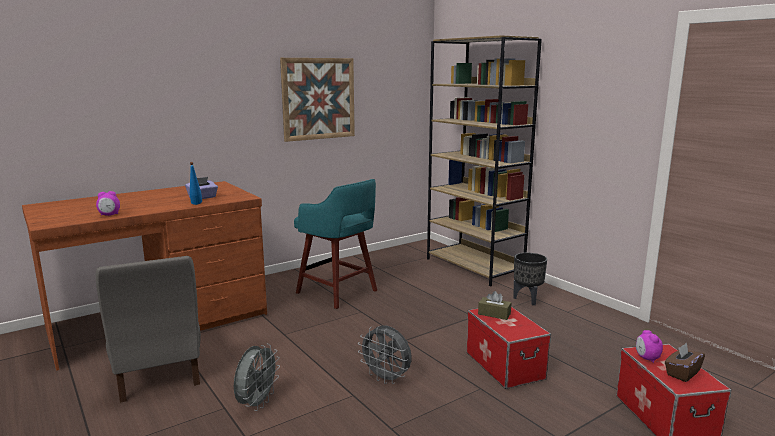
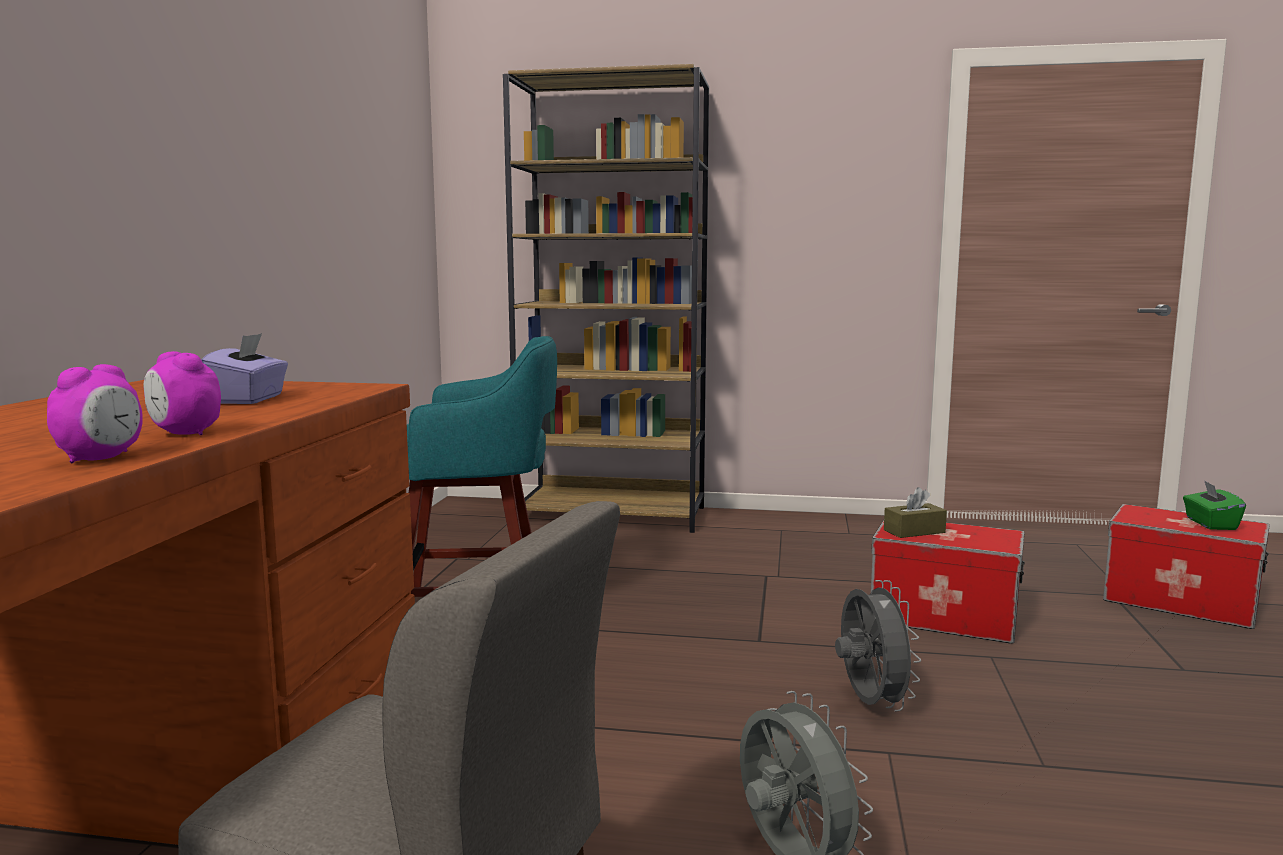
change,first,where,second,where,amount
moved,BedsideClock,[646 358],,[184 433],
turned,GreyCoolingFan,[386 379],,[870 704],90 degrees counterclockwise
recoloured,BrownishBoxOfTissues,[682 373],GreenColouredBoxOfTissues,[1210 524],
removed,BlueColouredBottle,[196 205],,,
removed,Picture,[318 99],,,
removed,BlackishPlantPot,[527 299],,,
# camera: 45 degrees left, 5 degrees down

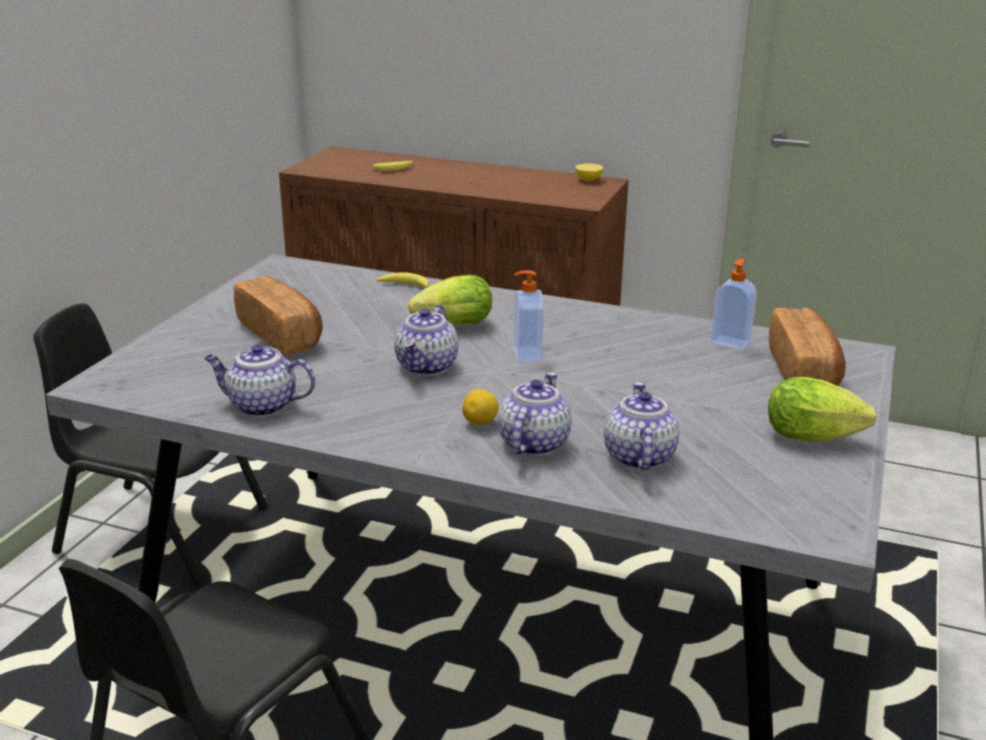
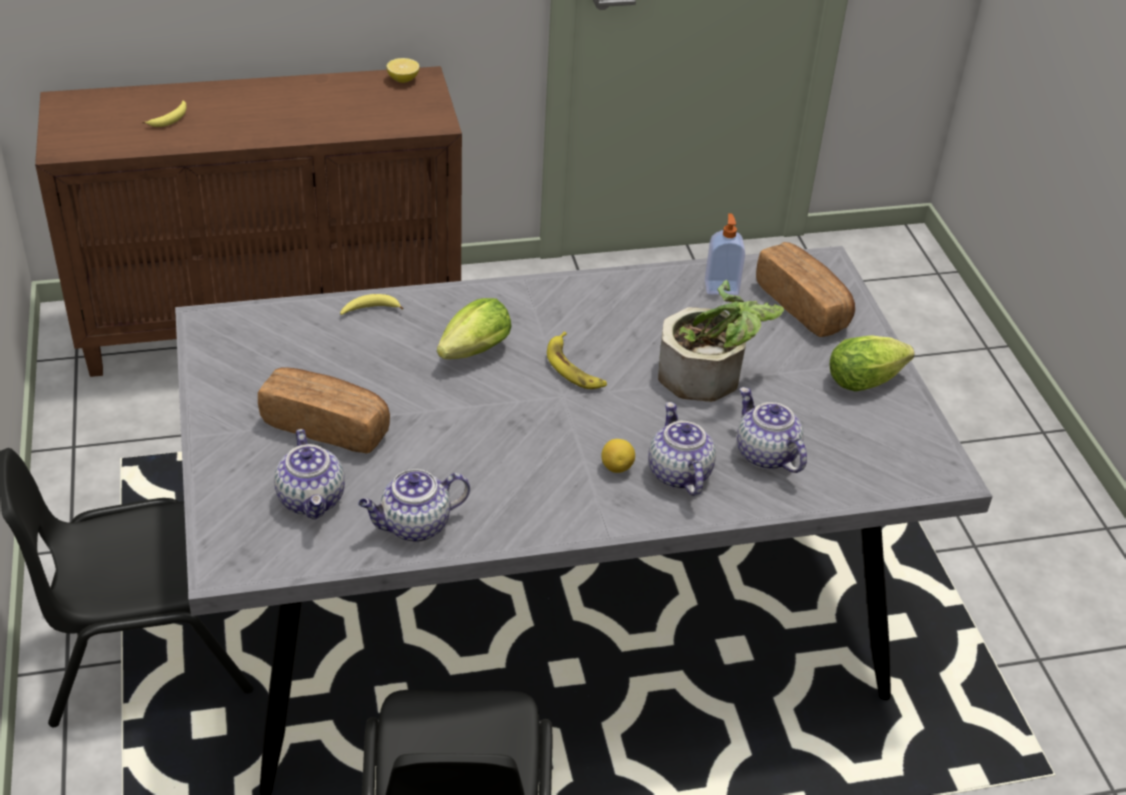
change,first,where,second,where,amount
moved,Teapot,[427 367],,[312 499],
replaced,SoapDispenser,[526 355],WholeBanana,[574 368],
added,,,Houseplant,[711 374],
# camera: 35 degrees left, 15 degrees up

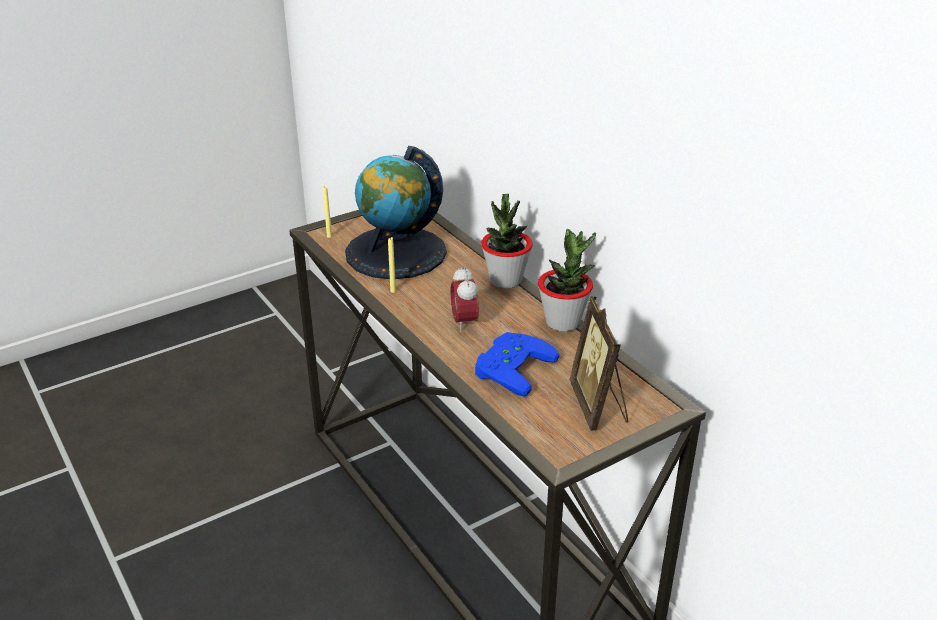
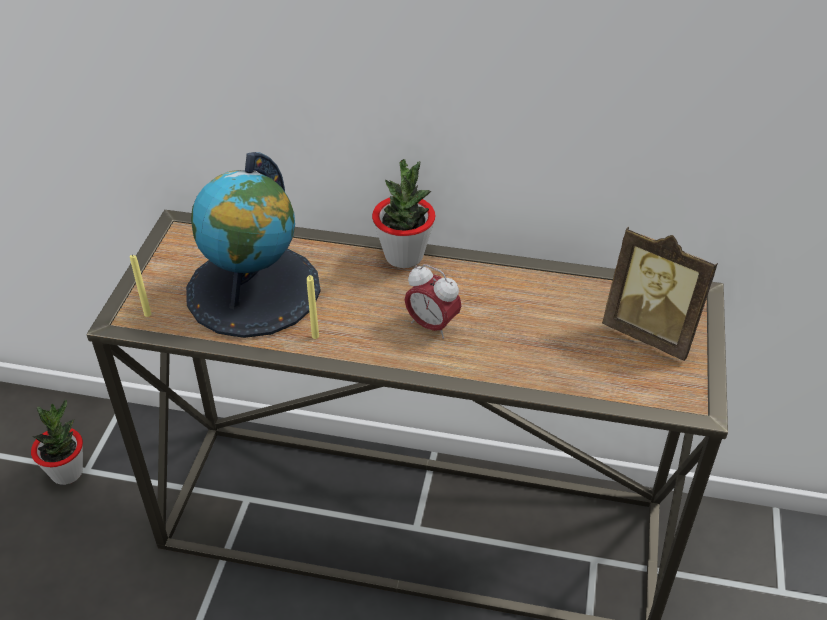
change,first,where,second,where,amount
moved,Houseplant,[563 322],,[67 472],
removed,BlueColouredGameController,[510 366],,,
# camera: 45 degrees left, 10 degrees up

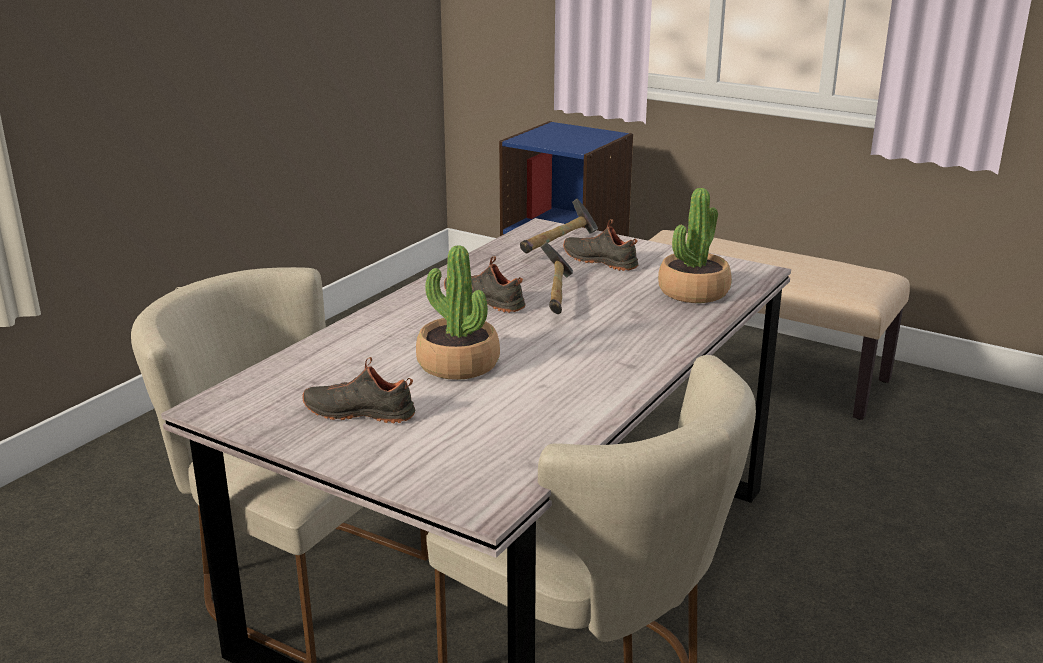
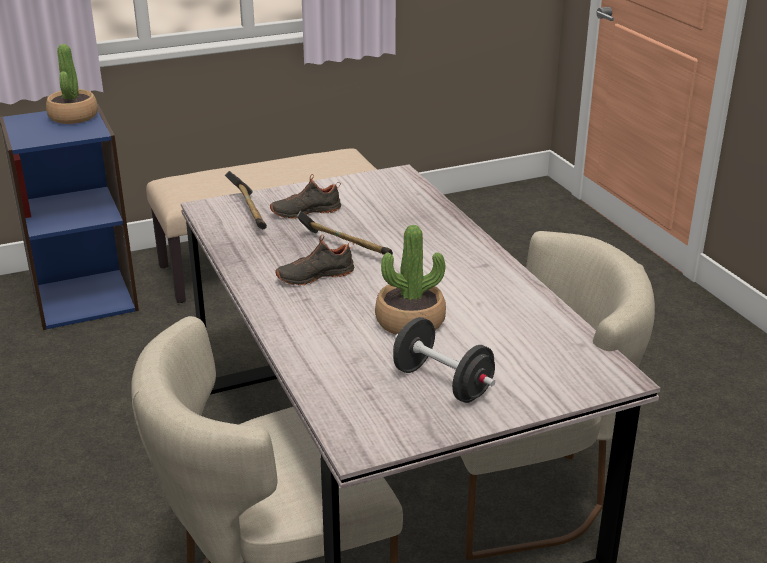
change,first,where,second,where,amount
moved,Houseplant,[693 292],,[73 117],
replaced,BlackishItemOfFootwear,[360 412],BlackishFreeWeight,[442 383],
# camera: 55 degrees left, 5 degrees up

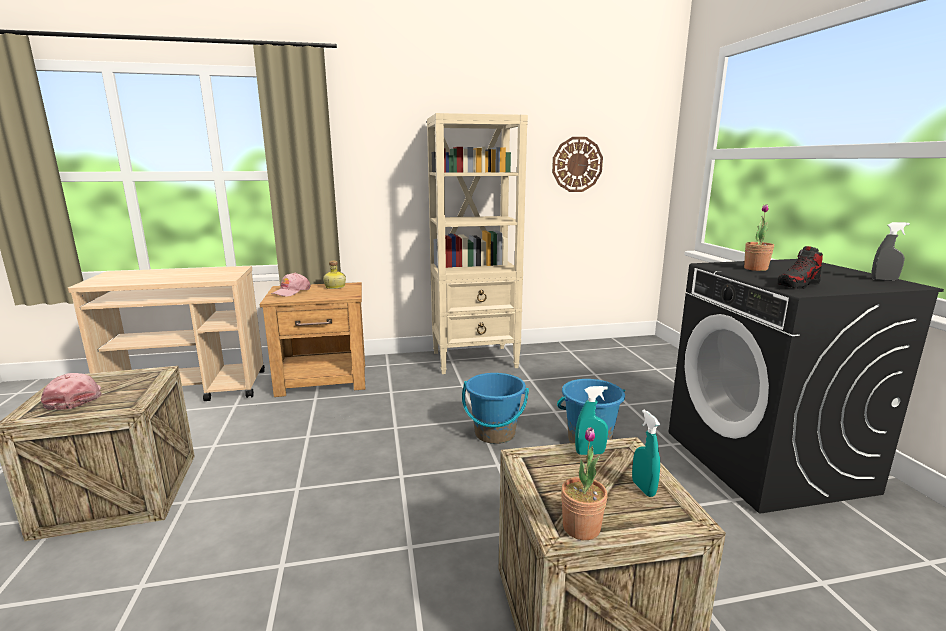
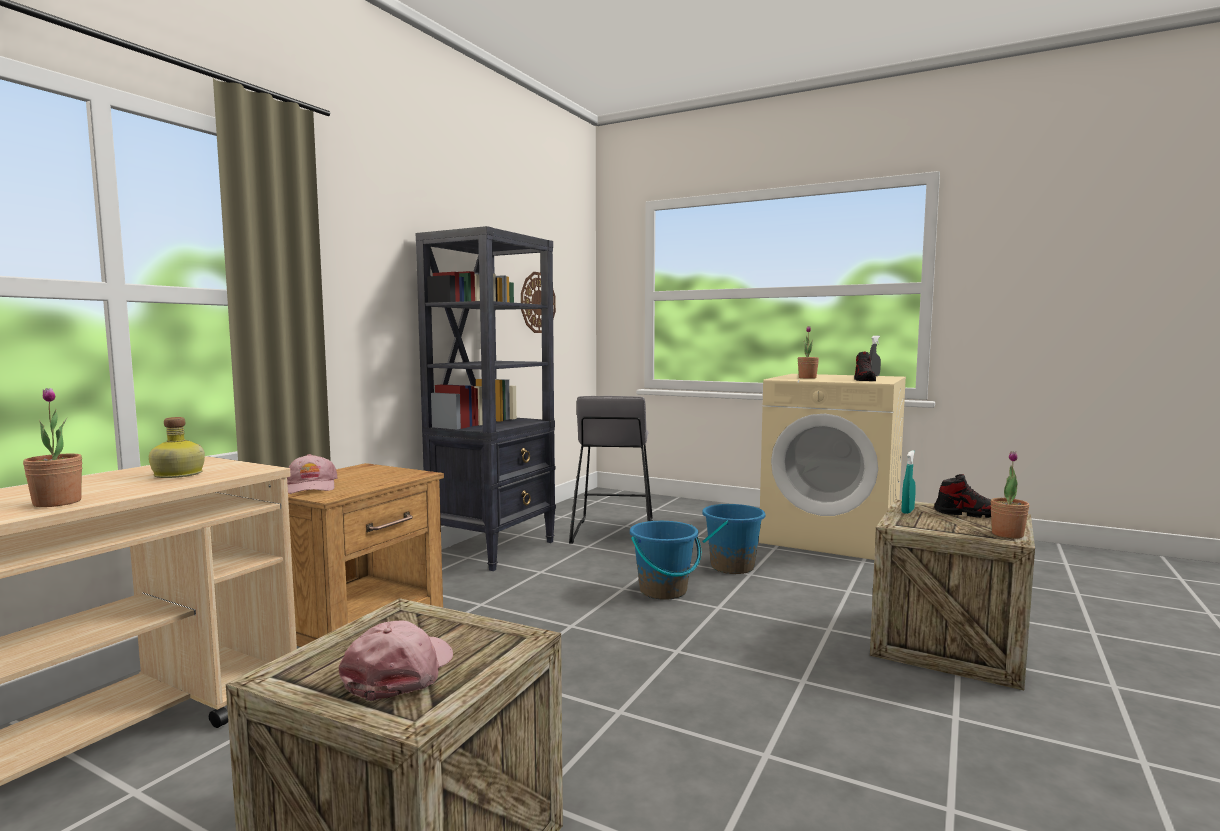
change,first,where,second,where,amount
added,,,Houseplant,[57 503],
moved,Bottle,[334 287],,[176 475],
turned,PinkishPeakedCap,[75 398],,[401 672],90 degrees clockwise
recoloured,BeigeBookshelf,[475 360],BlackishBookshelf,[494 549],
added,,,GreyStoolSeat,[613 533],
recoloured,BlackishLaundryMachine,[766 461],BeigeLaundryMachine,[831 537],
replaced,BlueGreenSprayBottle,[643 488],ItemOfFootwear,[968 513],
# camera: 50 degrees left, 10 degrees down

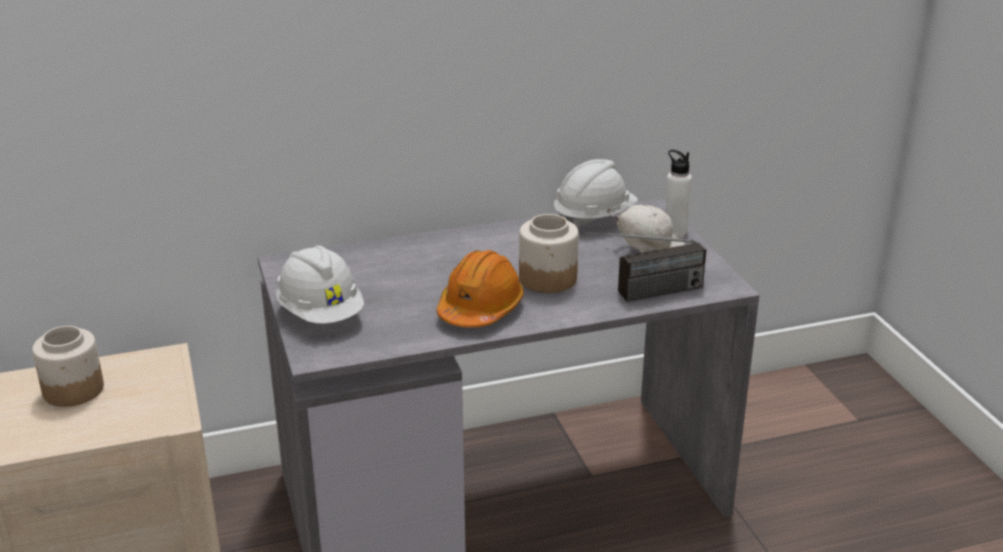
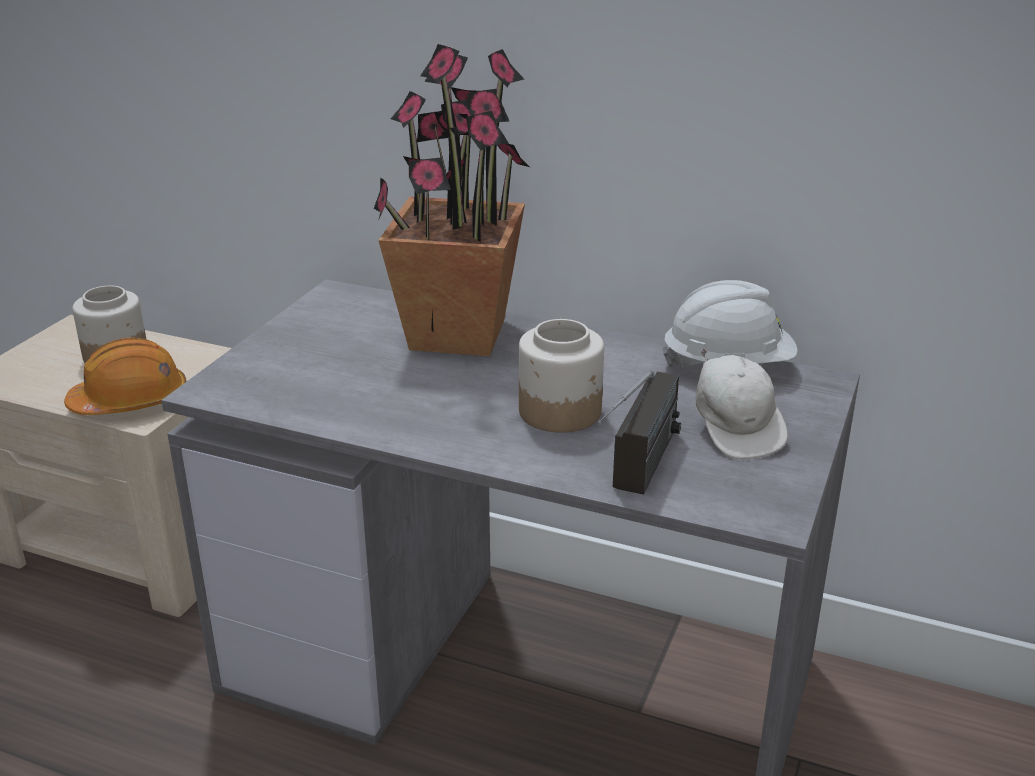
change,first,where,second,where,amount
moved,OrangeyWorkHelmet,[480 308],,[130 401],
added,,,Houseplant,[457 334],
turned,Radio,[640 295],,[639 477],90 degrees counterclockwise
removed,WhitishWorkHelmet,[321 314],,,
removed,WhitishBottle,[674 233],,,
# camera: 40 degrees right, 0 degrees up

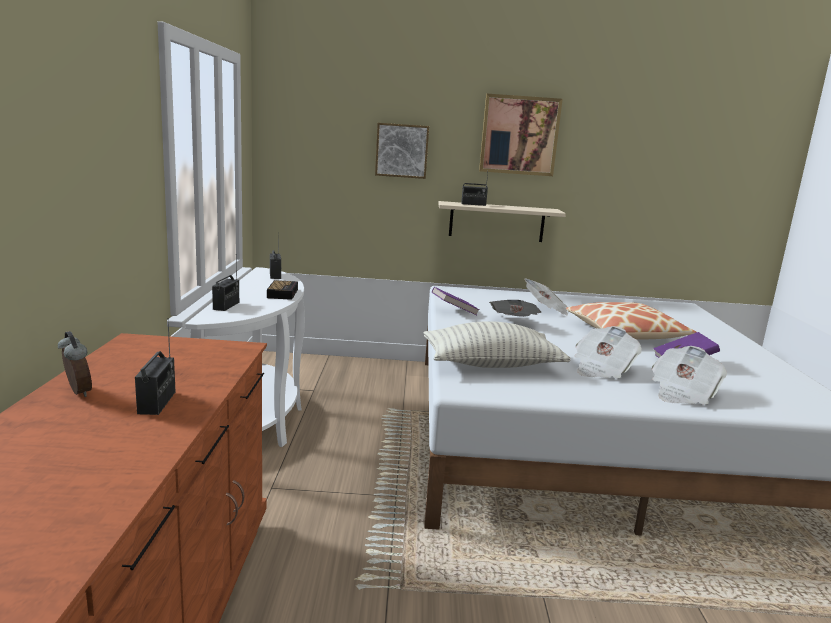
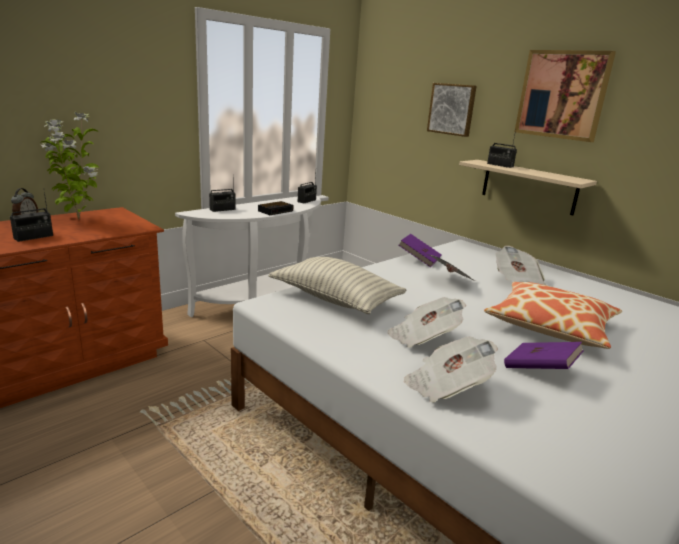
change,first,where,second,where,amount
added,,,Houseplant,[77 219],
# camera: 45 degrees right, 5 degrees up

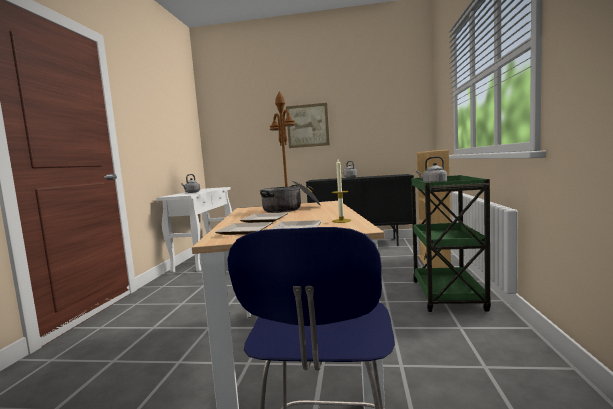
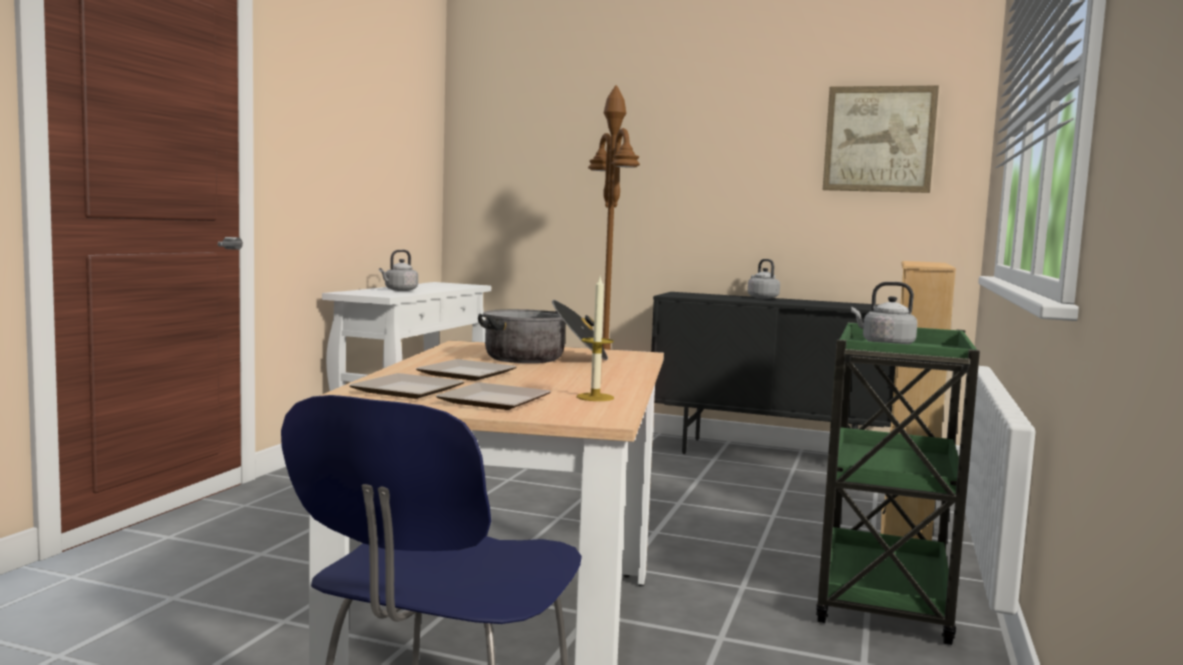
change,first,where,second,where,amount
moved,Picture,[307 125],,[879 139],
# camera: 10 degrees right, 0 degrees up

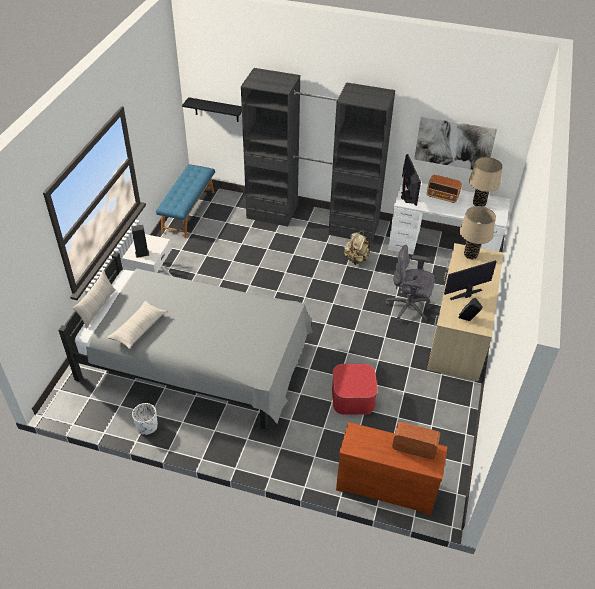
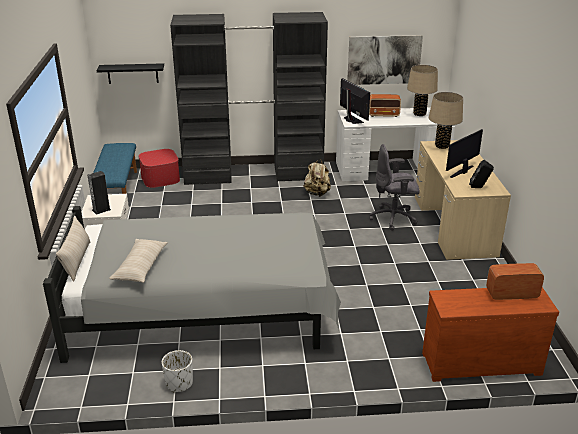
change,first,where,second,where,amount
moved,Footrest,[352 397],,[160 178],
# camera: 20 degrees left, 15 degrees down

